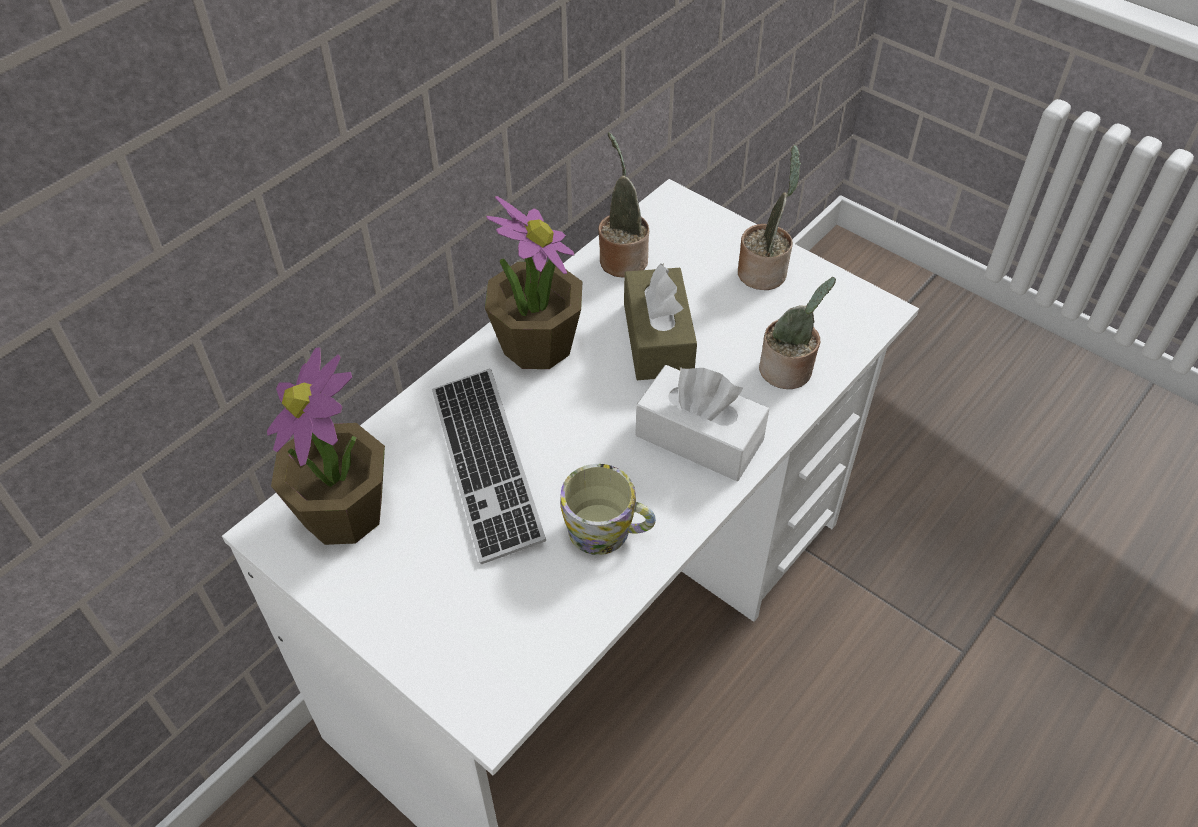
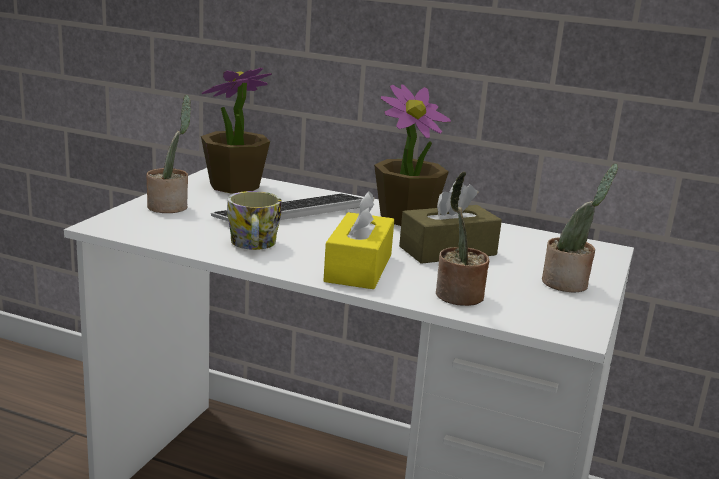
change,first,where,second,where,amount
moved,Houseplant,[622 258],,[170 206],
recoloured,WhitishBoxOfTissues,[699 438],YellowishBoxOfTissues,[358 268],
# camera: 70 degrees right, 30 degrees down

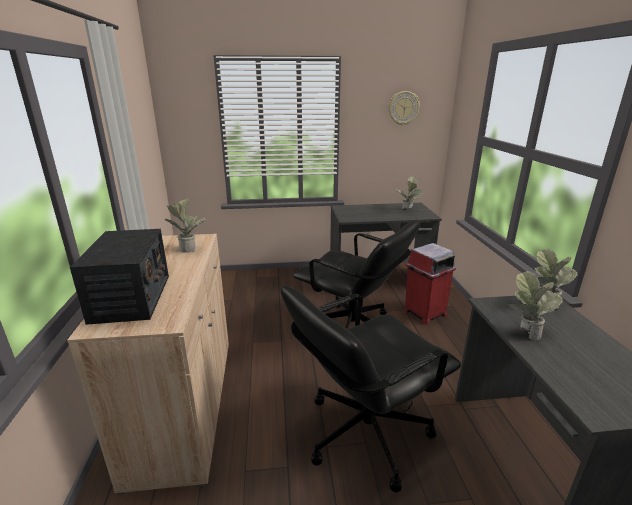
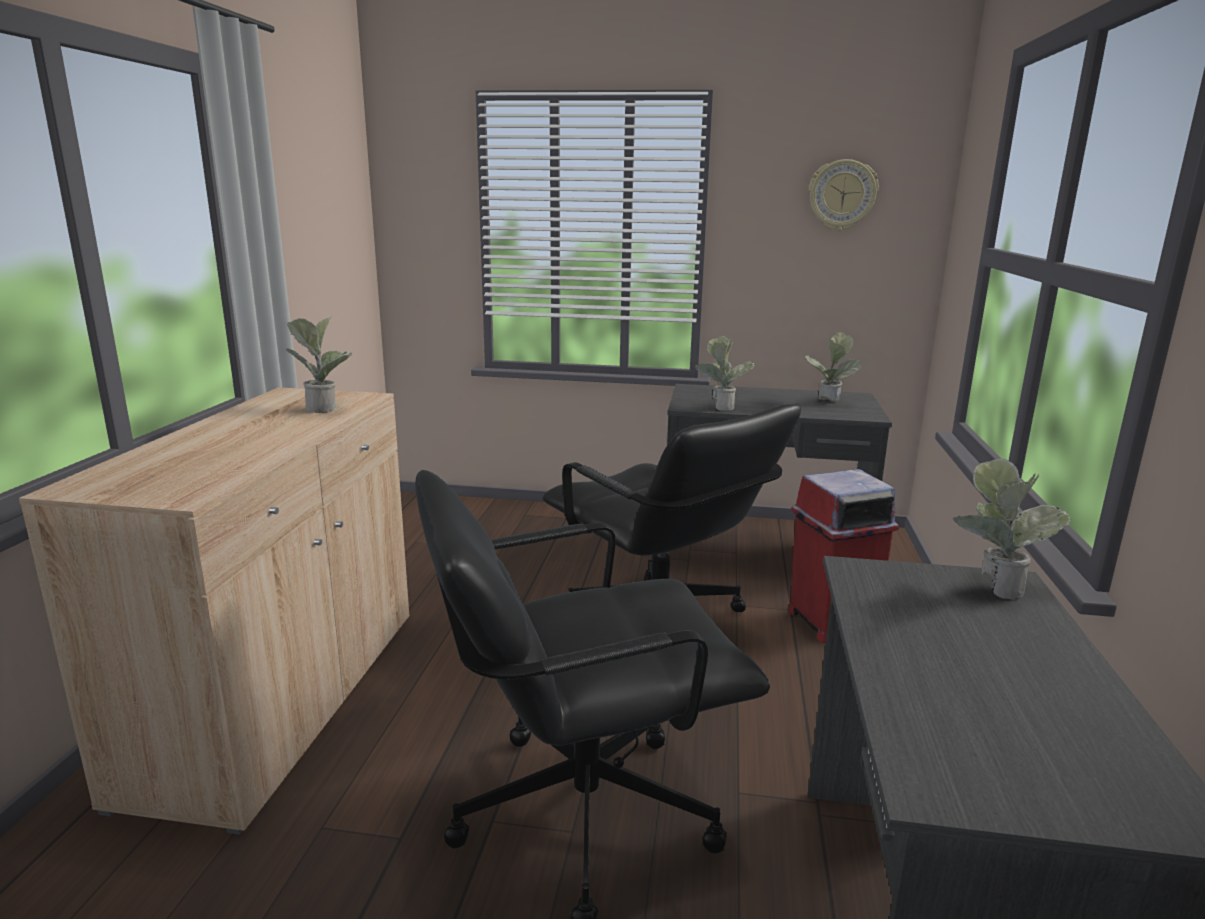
change,first,where,second,where,amount
moved,Houseplant,[525 332],,[720 406],
removed,Radio,[131 298],,,
# camera: 15 degrees right, 5 degrees down

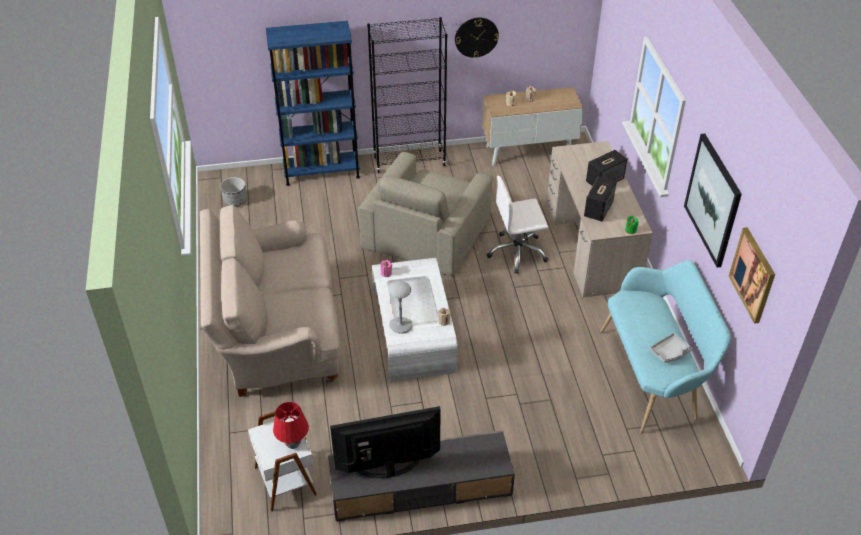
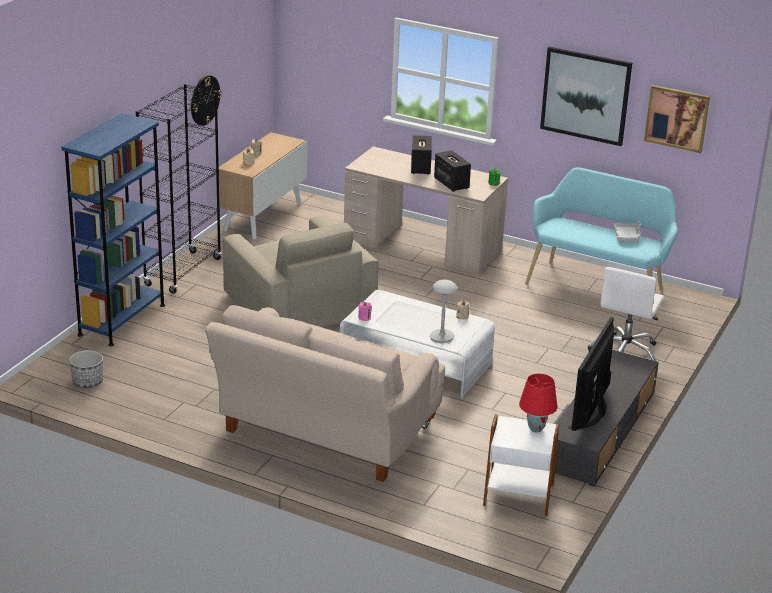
change,first,where,second,where,amount
moved,WhitishDeskChair,[517 253],,[625 353],
# camera: 55 degrees left, 15 degrees down

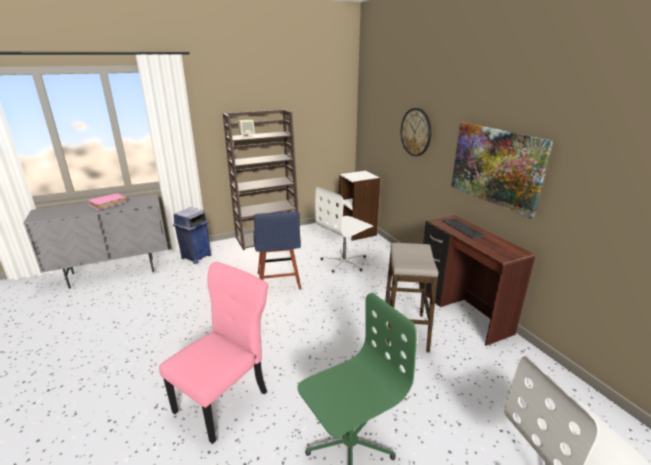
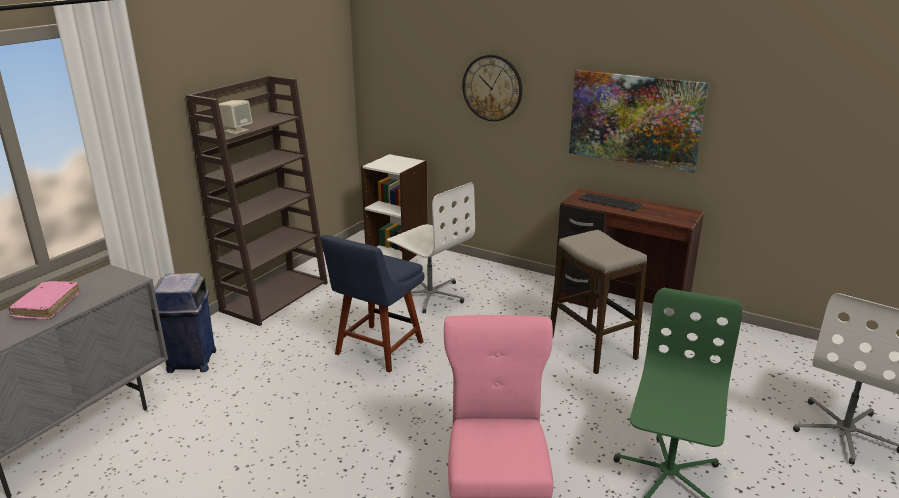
change,first,where,second,where,amount
turned,BlueColouredPlainChair,[279 282],,[377 350],75 degrees clockwise
turned,WhitishDeskChair,[344 262],,[430 295],60 degrees counterclockwise
# camera: 35 degrees left, 0 degrees up

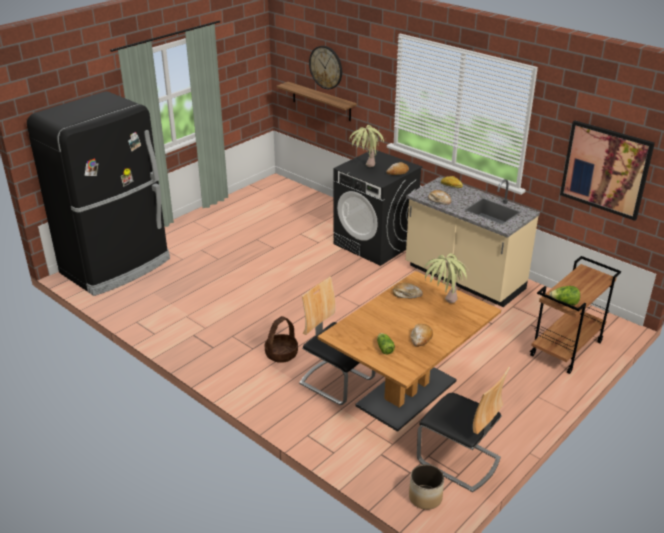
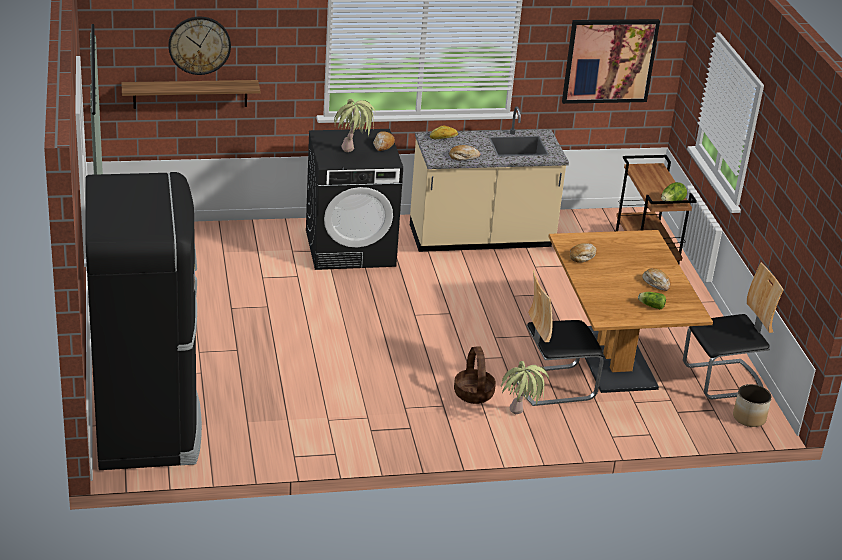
change,first,where,second,where,amount
moved,Houseplant,[442 307],,[518 421],
# camera: 55 degrees left, 0 degrees up

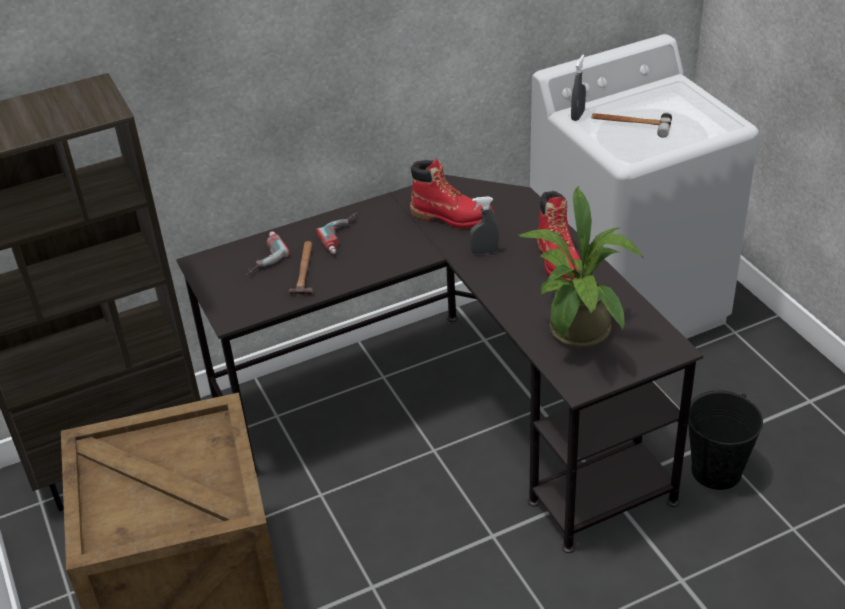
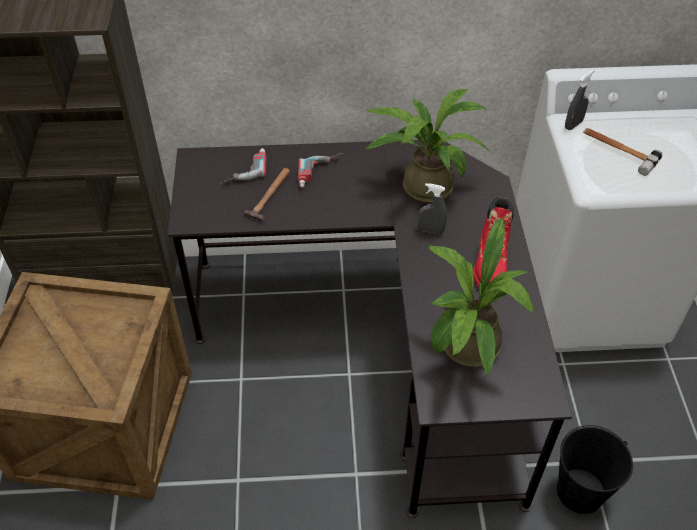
change,first,where,second,where,amount
replaced,ReddishBoot,[452 217],Houseplant,[422 184],
# camera: 20 degrees right, 10 degrees up

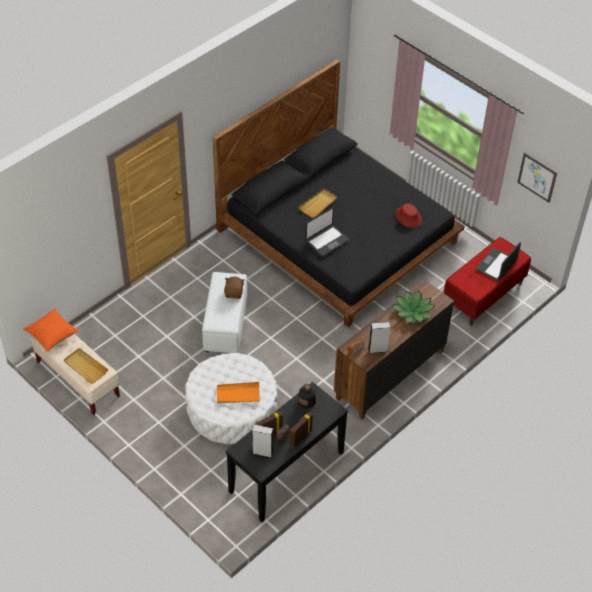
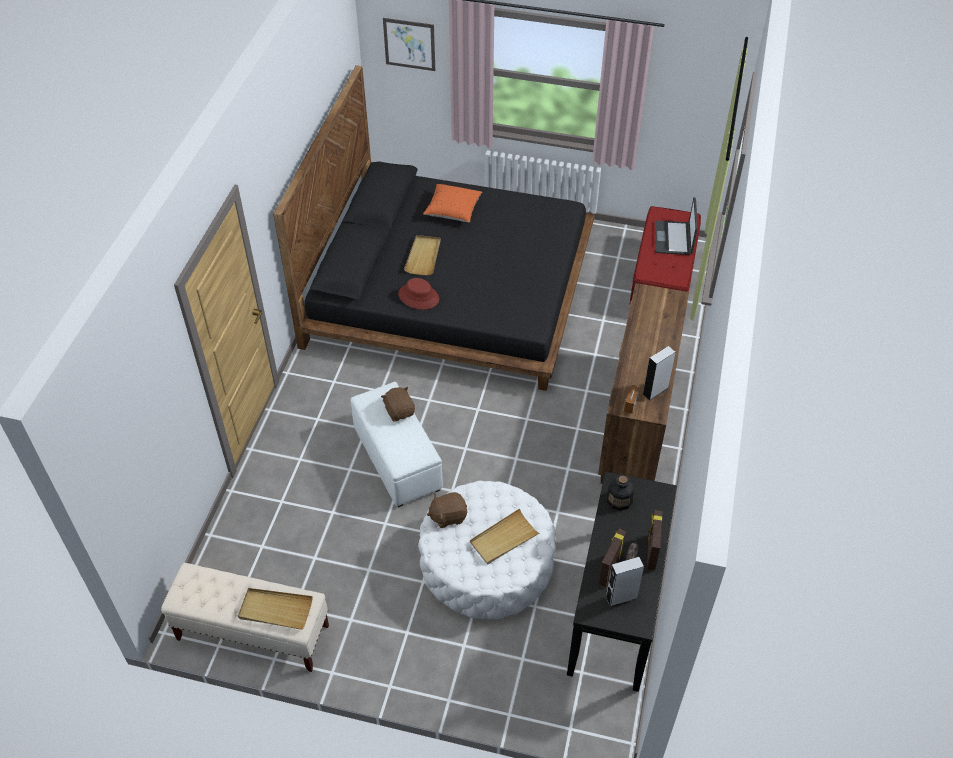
change,first,where,second,where,amount
moved,Picture,[537 177],,[409 44],
moved,ReddishClothingHat,[408 217],,[418 296],
moved,OrangeyPillow,[52 335],,[453 211],
added,,,BrownishSoftToy,[448 516],
recoloured,OrangeyTray,[238 394],BeigeTray,[504 538],
removed,NotebookComputer,[326 240],,,
removed,Houseplant,[412 311],,,
# camera: 30 degrees left, 0 degrees up

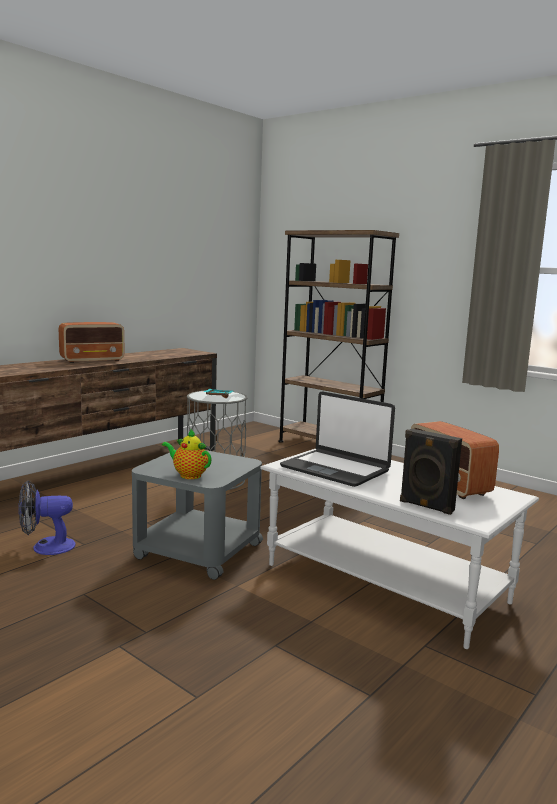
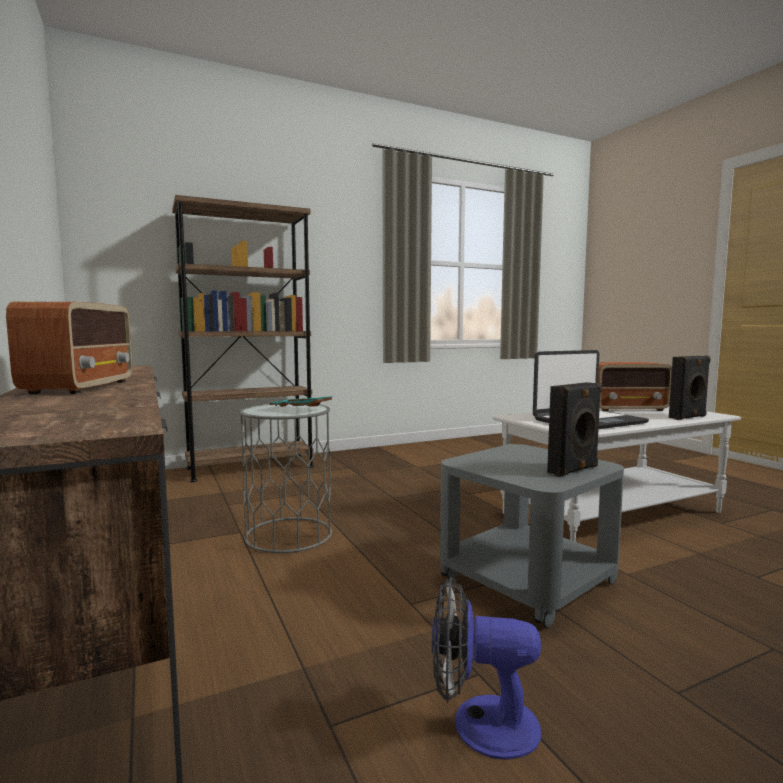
change,first,where,second,where,amount
turned,CoolingFan,[46 547],,[480 724],90 degrees clockwise
replaced,Teapot,[188 475],BlackishAudioSpeaker,[574 470],
# camera: 65 degrees left, 5 degrees down

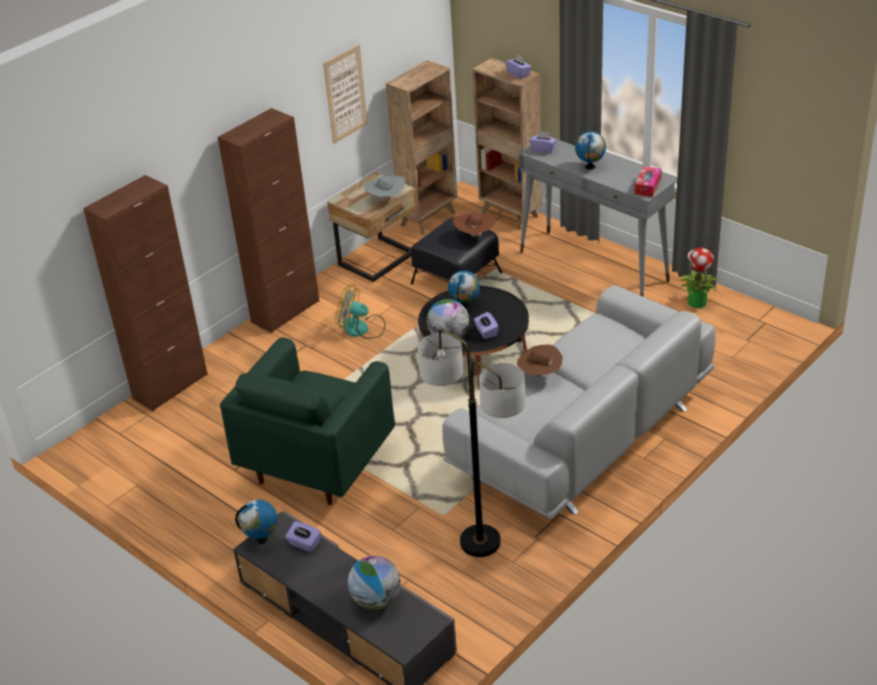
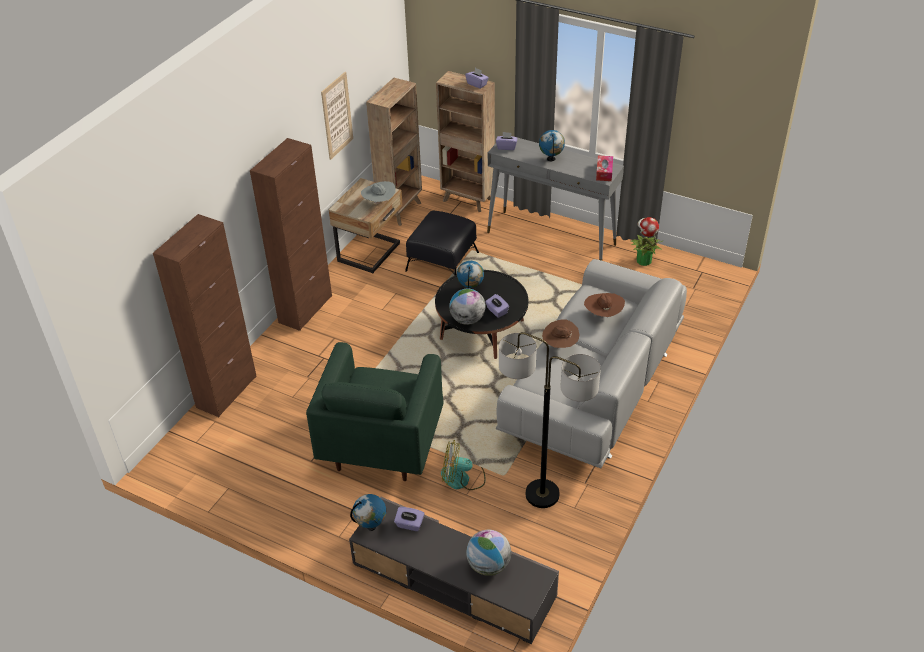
change,first,where,second,where,amount
moved,CoolingFan,[362 329],,[462 478],
moved,BrownishClothingHat,[475 236],,[603 315],
# camera: 15 degrees left, 5 degrees up

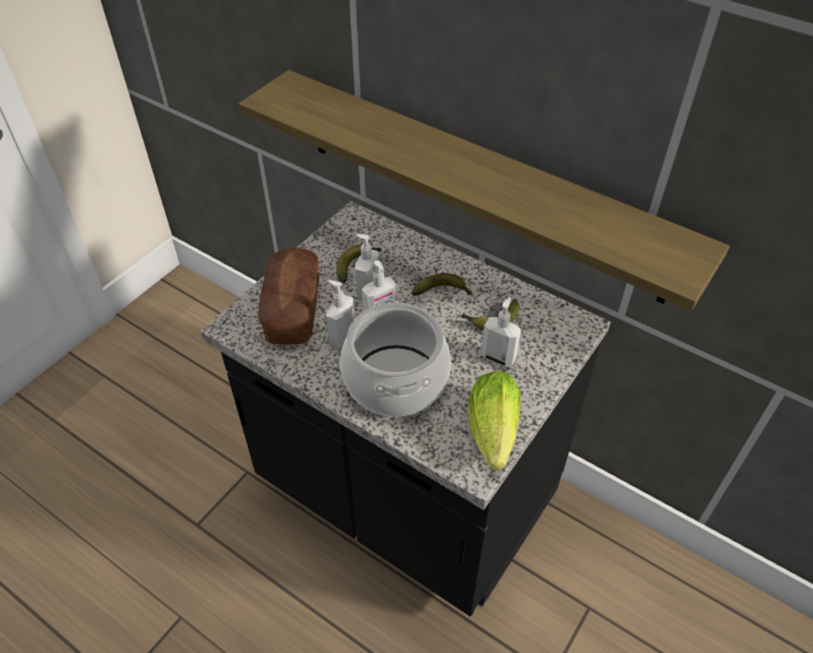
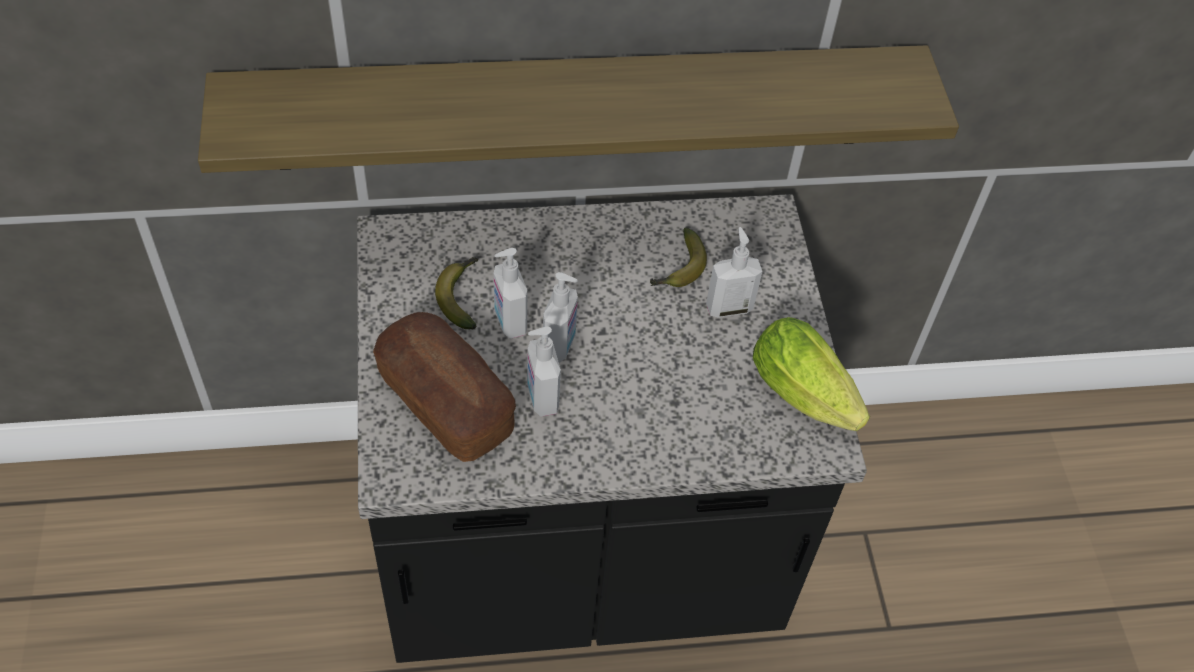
change,first,where,second,where,amount
removed,Saucepot,[396 380],,,
removed,WholeBanana,[443 292],,,
# camera: 45 degrees left, 5 degrees up

